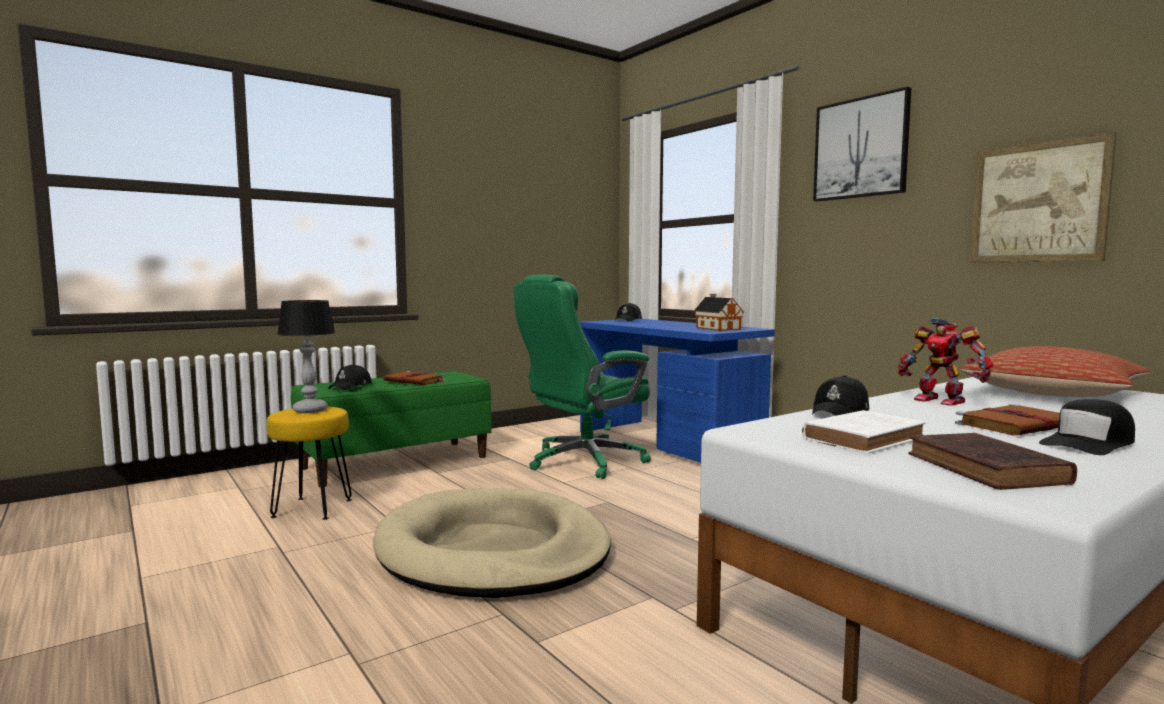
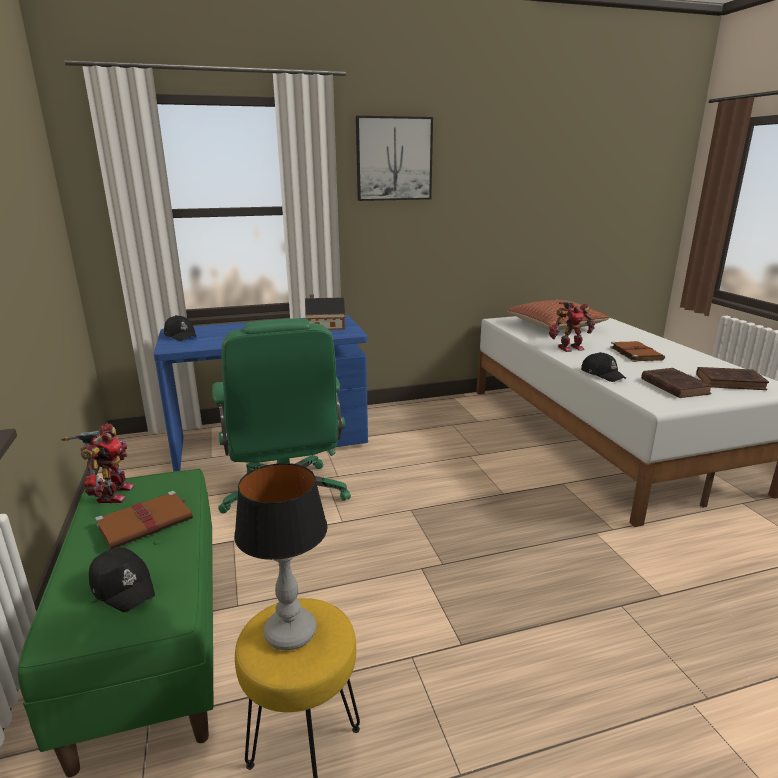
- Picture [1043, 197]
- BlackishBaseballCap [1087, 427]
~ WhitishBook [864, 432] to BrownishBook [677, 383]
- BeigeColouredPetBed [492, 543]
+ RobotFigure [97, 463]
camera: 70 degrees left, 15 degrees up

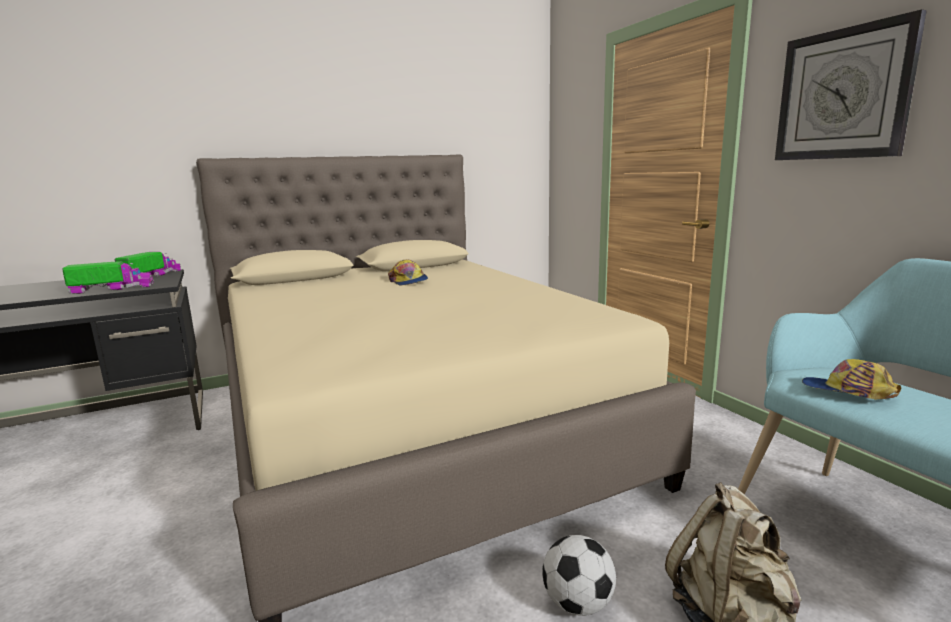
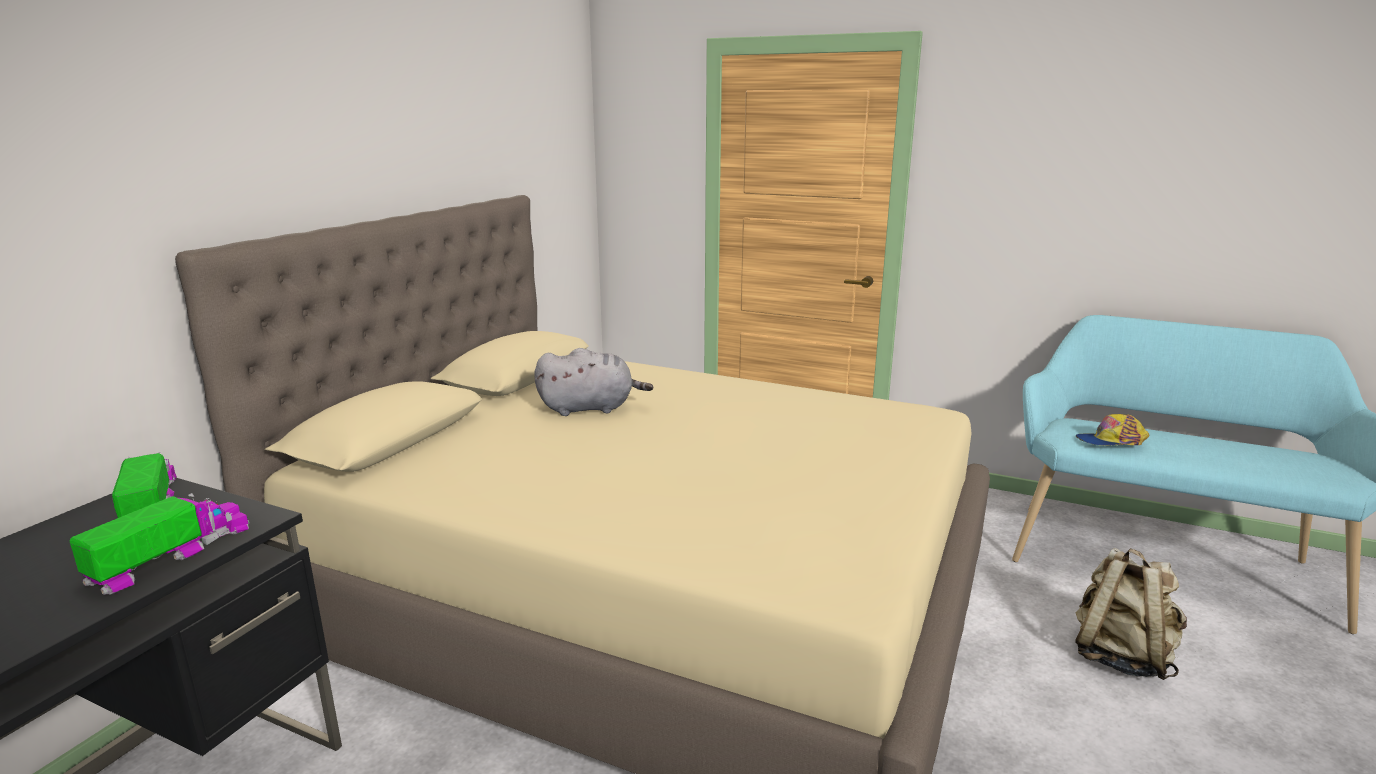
- ClockOnTheWall [851, 84]
~ BaseballCap [408, 273] to GreyishSoftToy [593, 382]
- Football [579, 575]
camera: 40 degrees left, 5 degrees up

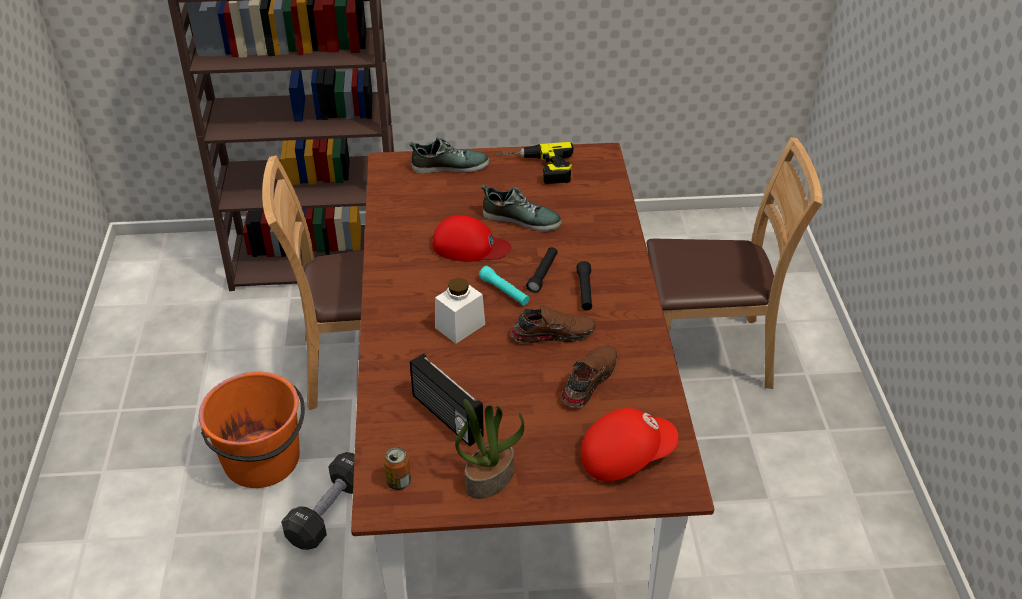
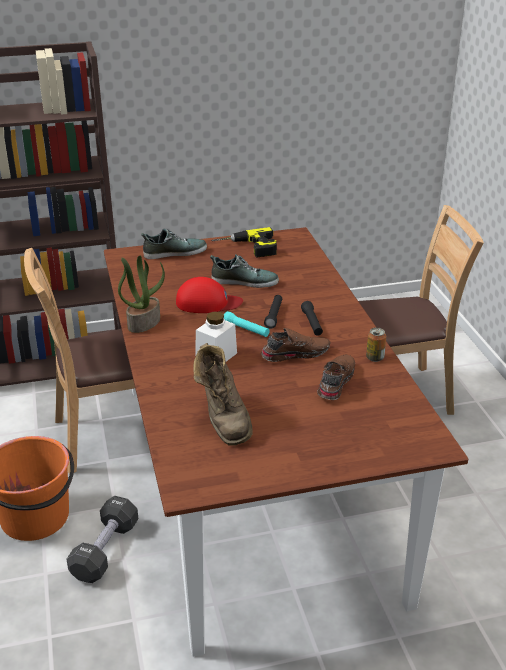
~ RadioReceiver [447, 399] to BrownishTallBoot [223, 394]
~ Houseplant [489, 449] to [141, 294]
- RedColouredBaseballCap [629, 444]
~ Can [397, 468] to [376, 345]
camera: 10 degrees left, 10 degrees down

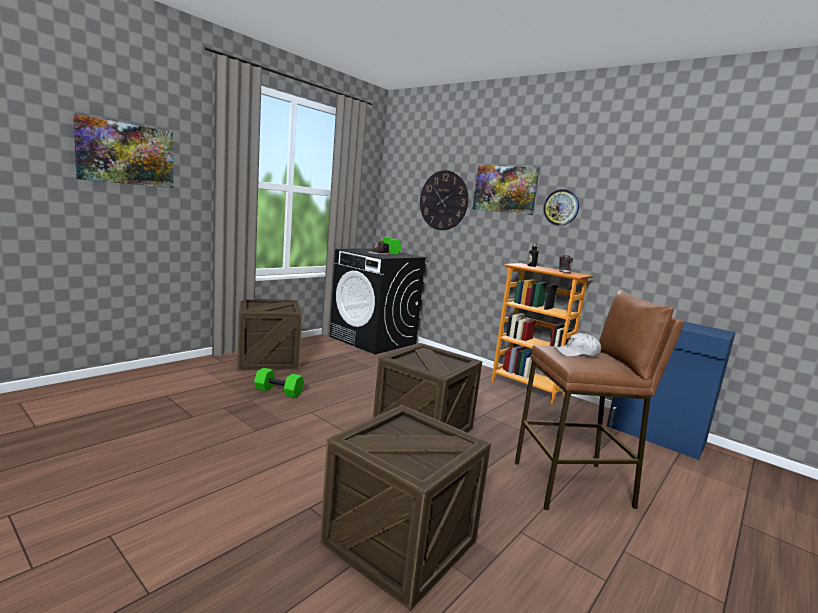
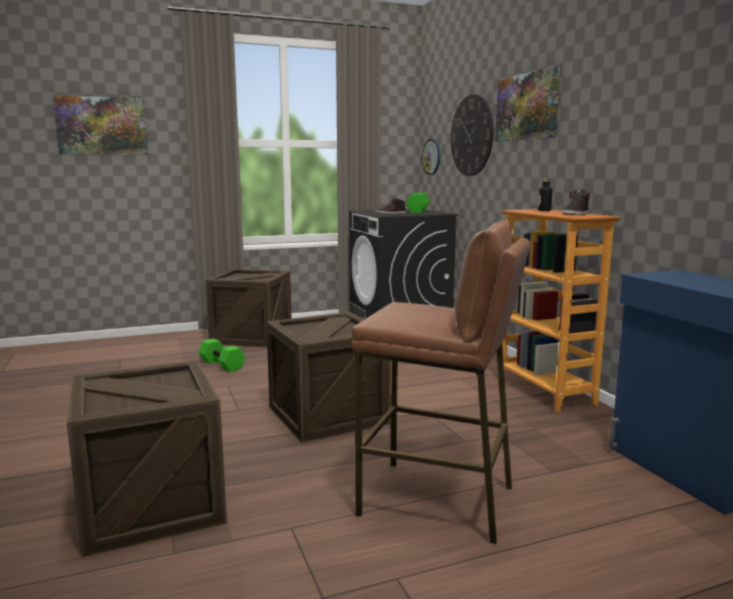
~ ClockOnTheWall [561, 207] to [431, 157]
- WhitishBaseballCap [577, 345]
camera: 30 degrees right, 0 degrees up

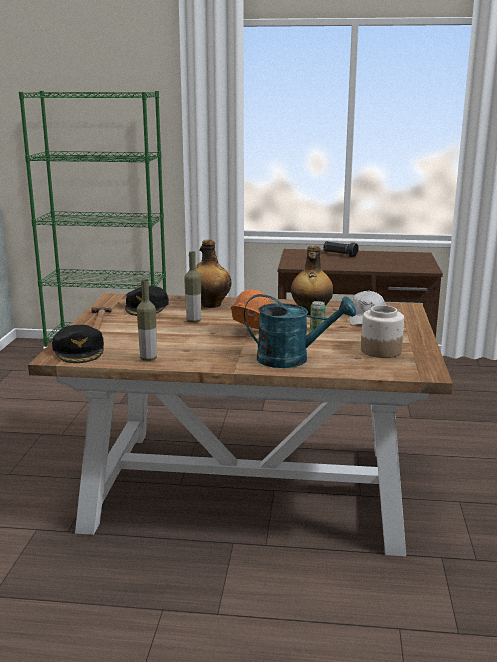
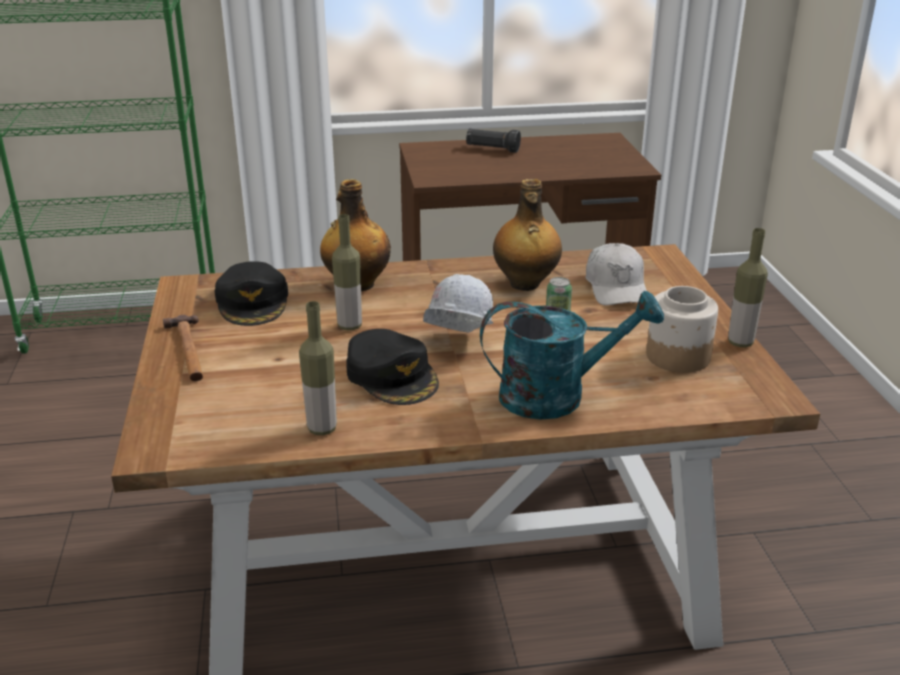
~ OrangeColouredSafetyHelmet [251, 309] to WhitishSafetyHelmet [458, 303]
~ BlackishBaseballCap [78, 344] to [392, 367]
+ Bottle [748, 287]
camera: 15 degrees left, 10 degrees up

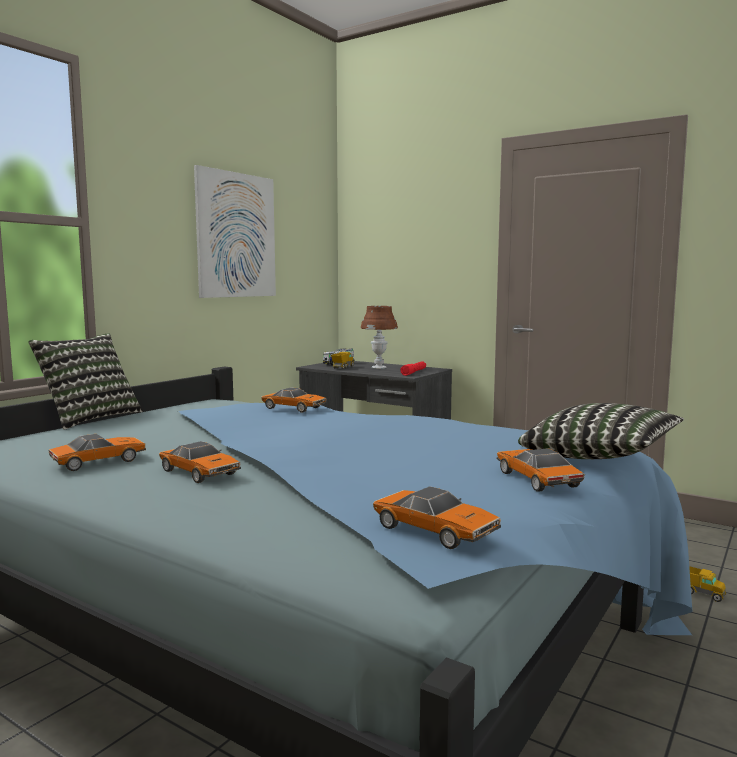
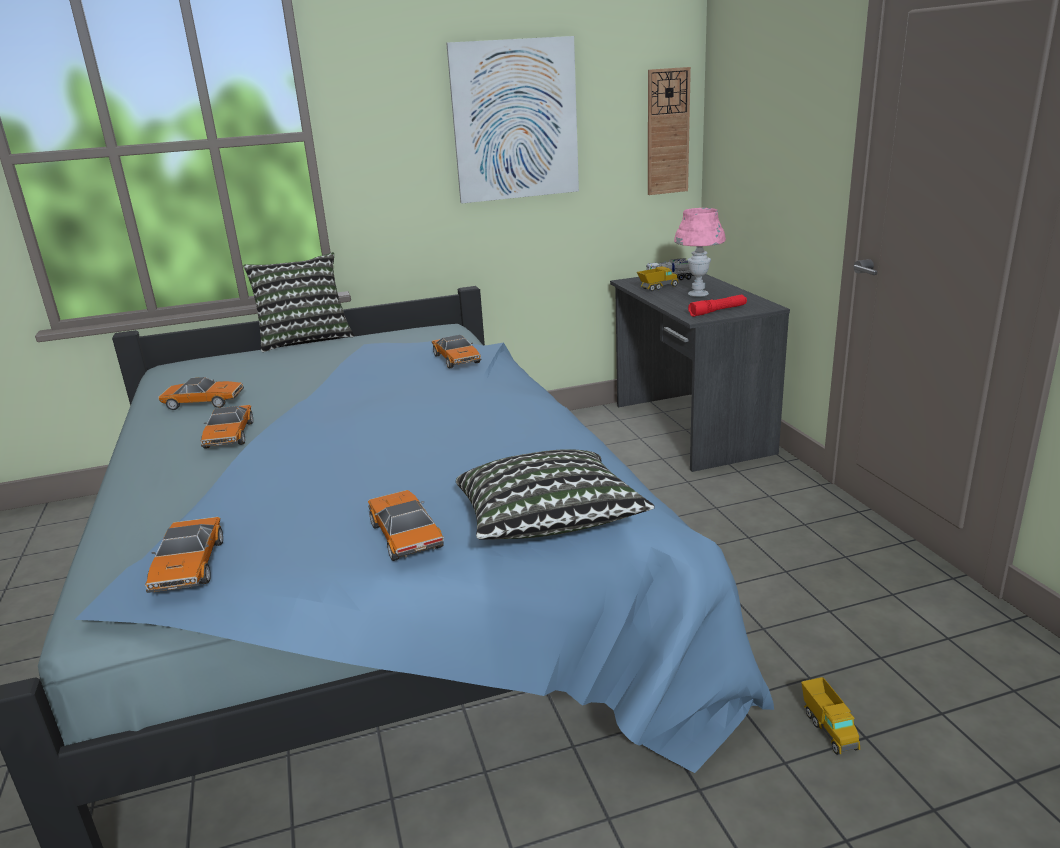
~ BrownishTableLamp [379, 337] to PinkColouredTableLamp [700, 252]
~ MiniatureCar [541, 470] = [406, 525] 45 degrees counterclockwise
+ ClockOnTheWall [669, 131]
camera: 40 degrees right, 15 degrees up

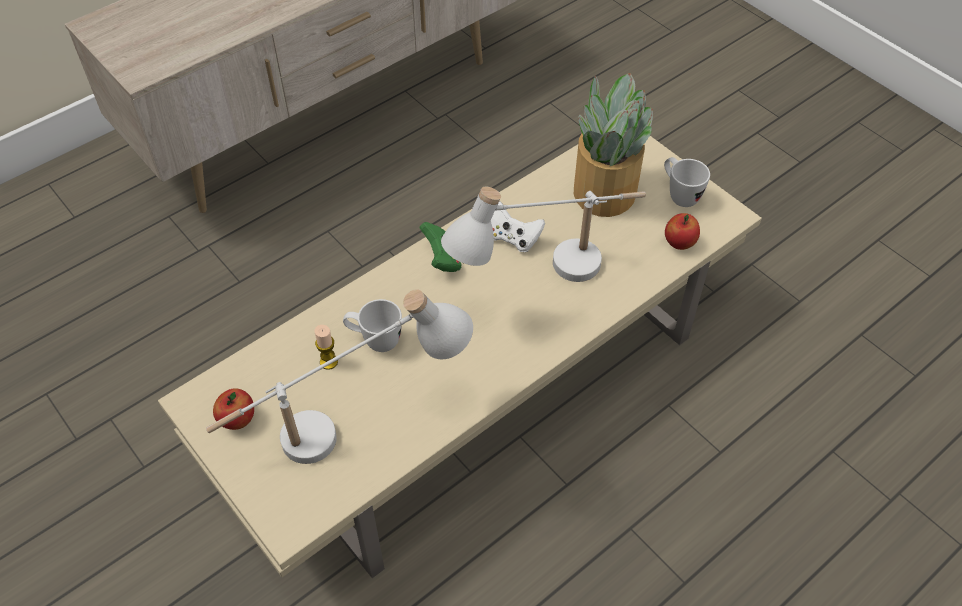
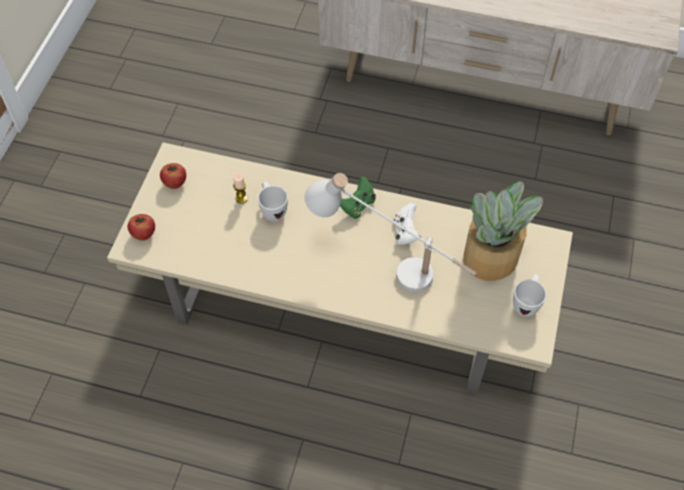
~ AppleFruit [682, 231] to [141, 227]
- WhitishTableLamp [339, 376]
camera: 55 degrees right, 5 degrees up

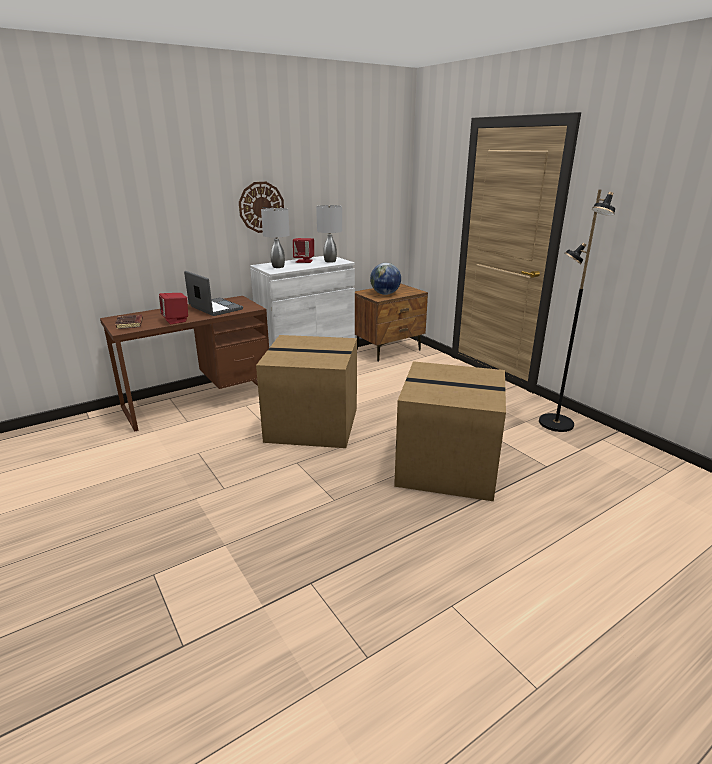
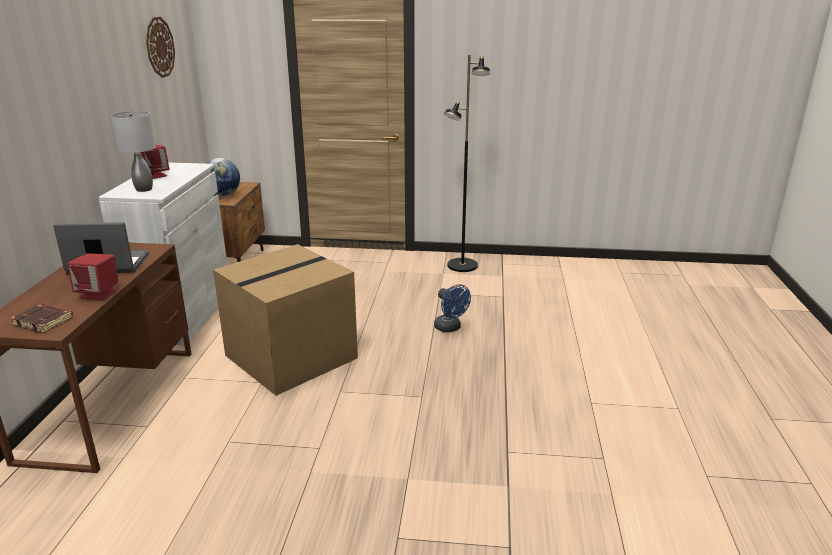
~ ClockOnTheWall [261, 207] to [160, 47]
- GreyishTableLamp [329, 234]
~ PackingBox [450, 431] to BluishElectricFan [452, 308]
camera: 50 degrees left, 0 degrees up

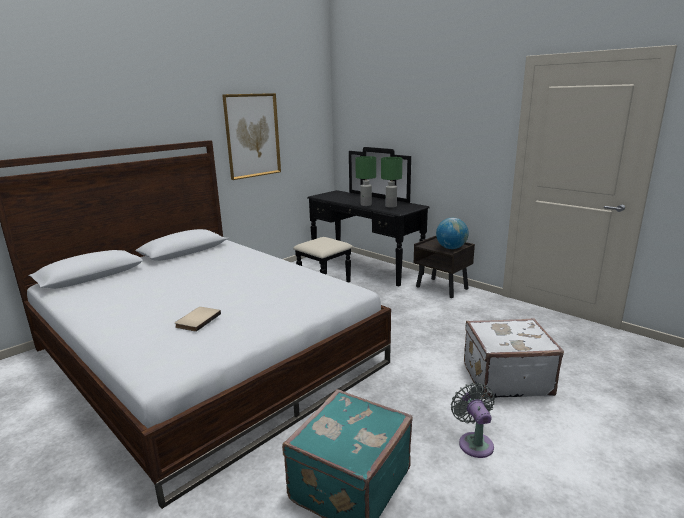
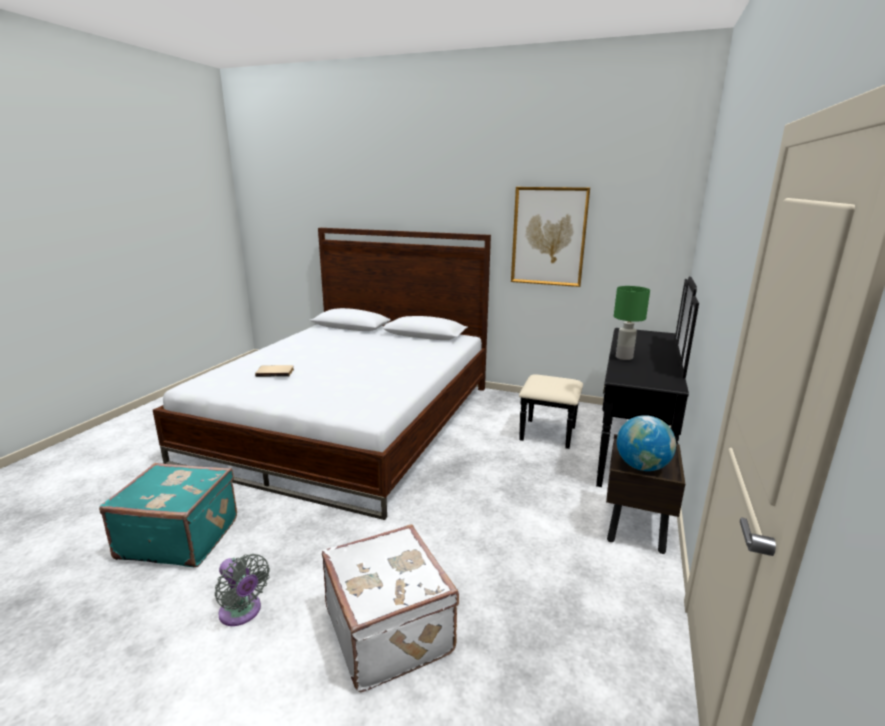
- GreenColouredTableLamp [391, 182]
~ GreyishElectricFan [473, 420] = [242, 590] 75 degrees clockwise
camera: 65 degrees right, 0 degrees up

